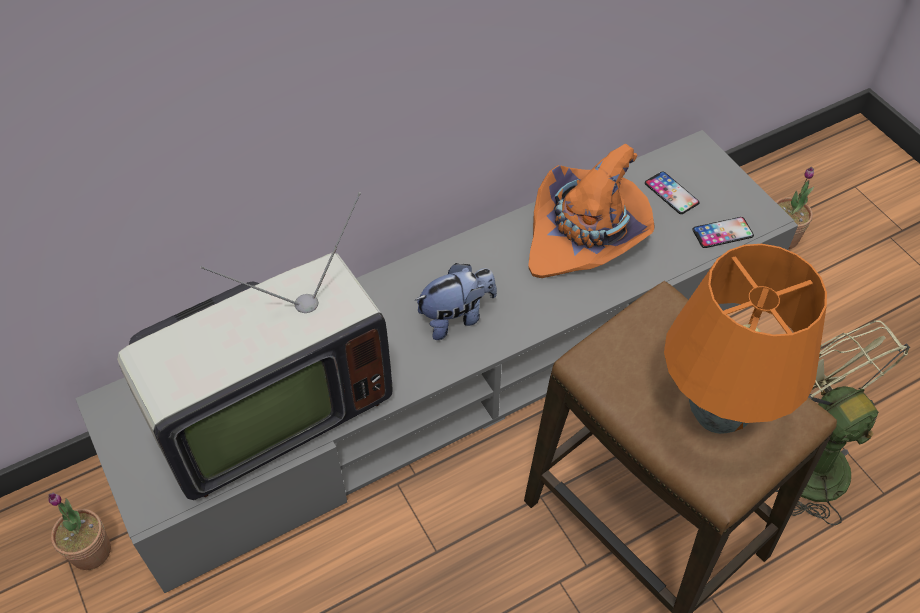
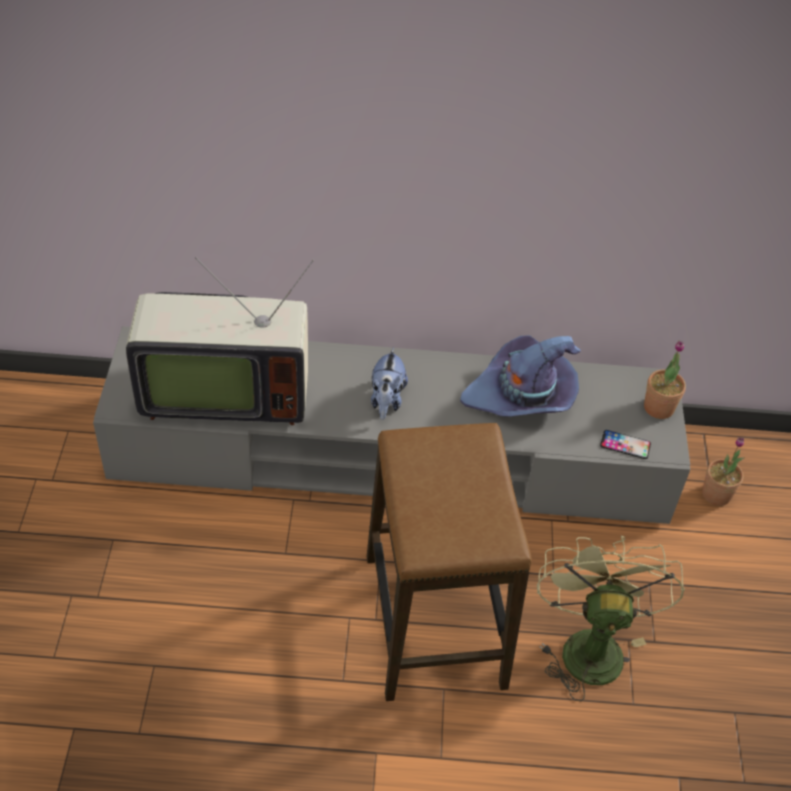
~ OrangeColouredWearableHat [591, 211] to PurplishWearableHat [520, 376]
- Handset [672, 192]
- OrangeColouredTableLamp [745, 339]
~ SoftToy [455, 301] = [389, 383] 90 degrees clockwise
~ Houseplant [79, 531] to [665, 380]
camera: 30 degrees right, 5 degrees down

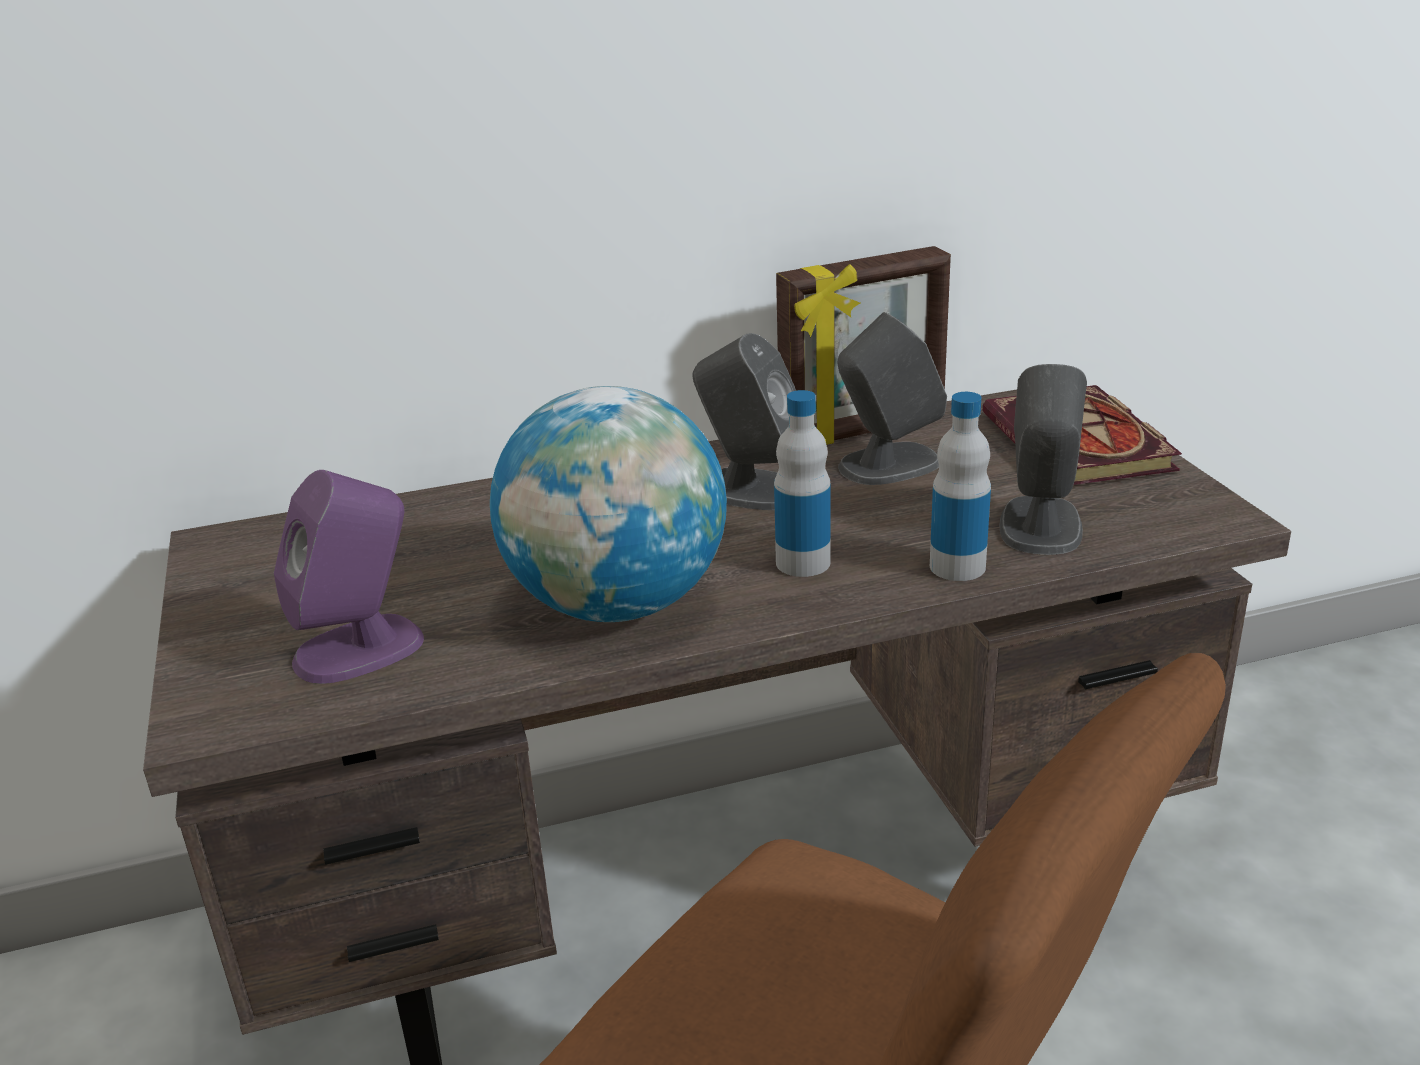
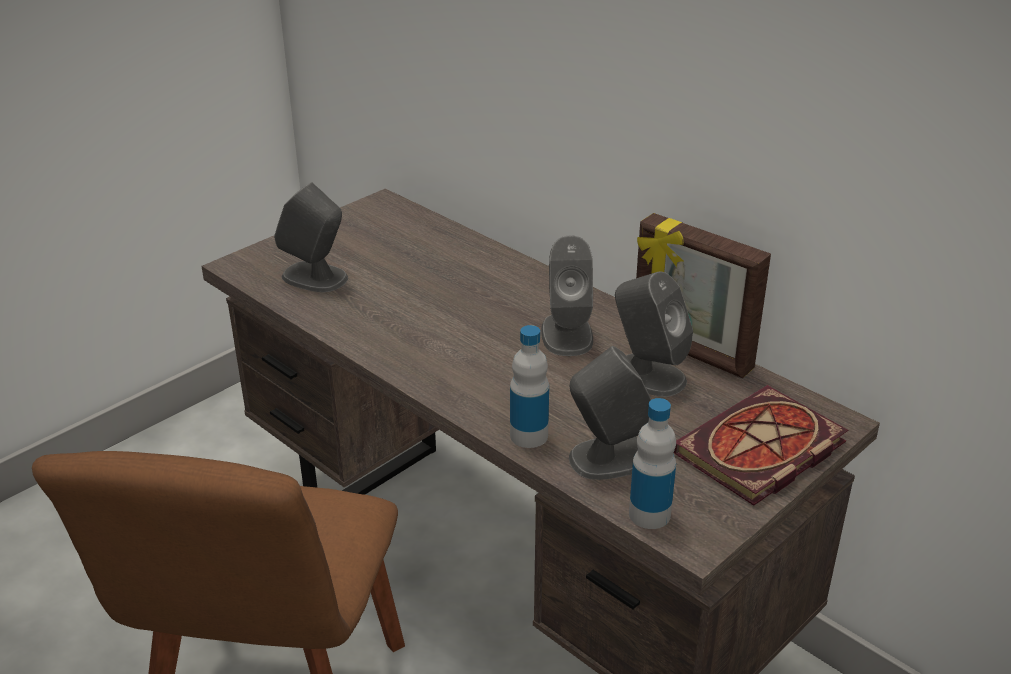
- DeskGlobe [608, 504]
~ Bottle [802, 483] to [652, 463]
~ PurplishSpeaker [349, 577] to GreyishSpeaker [311, 237]
camera: 60 degrees right, 5 degrees up

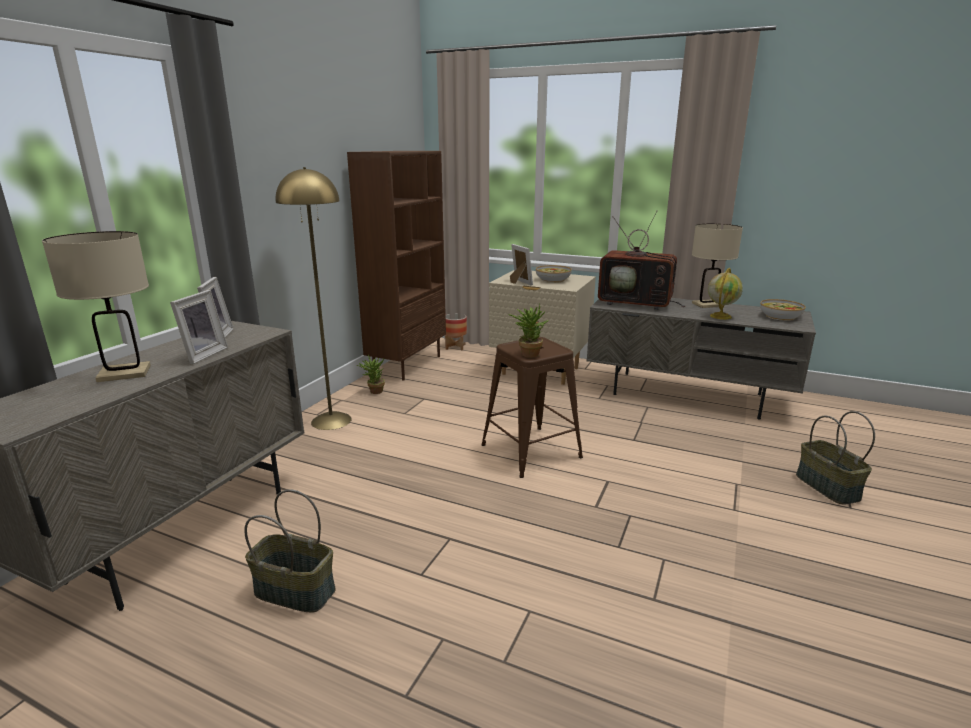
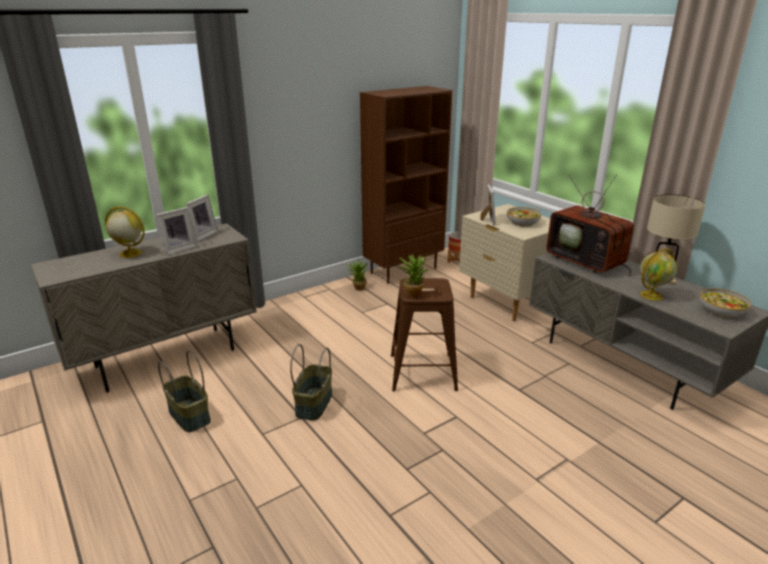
- YellowColouredStandingLamp [314, 298]
~ BeigeColouredTableLamp [96, 306] to DeskGlobe [125, 232]
~ HouseholdBasket [835, 457] to [311, 382]
camera: 30 degrees right, 5 degrees up

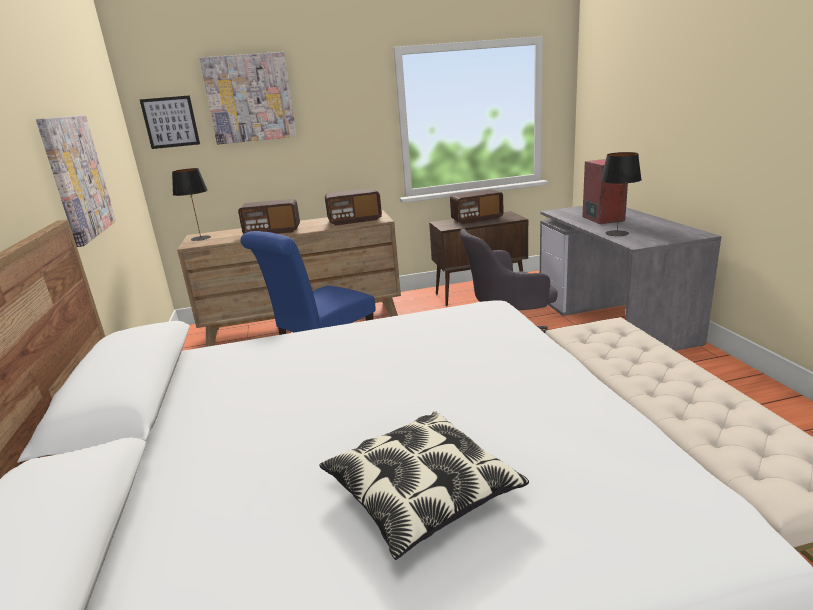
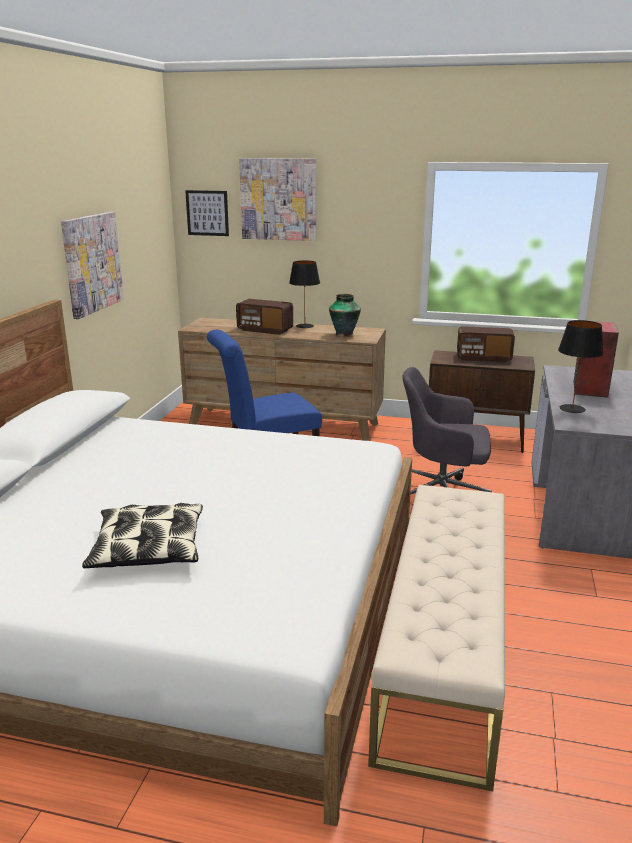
~ BlackishTableLamp [191, 204] to [304, 294]
~ RadioReceiver [353, 207] to FlowerVase [345, 315]
camera: 25 degrees right, 0 degrees up

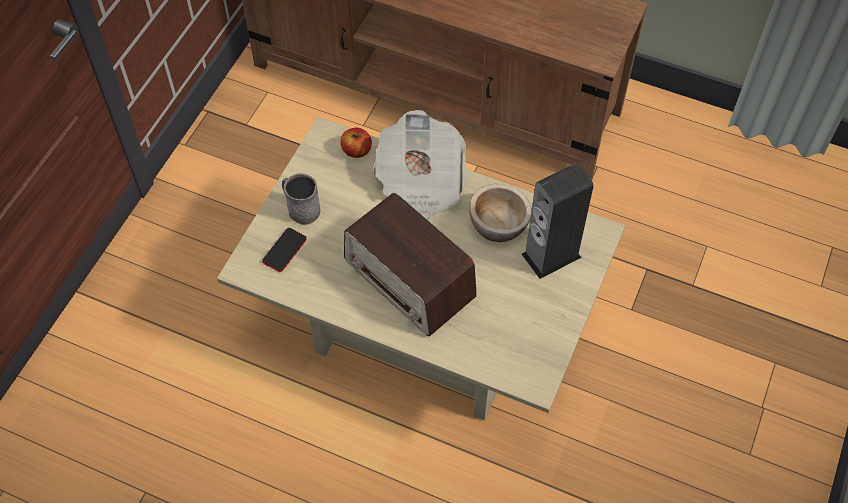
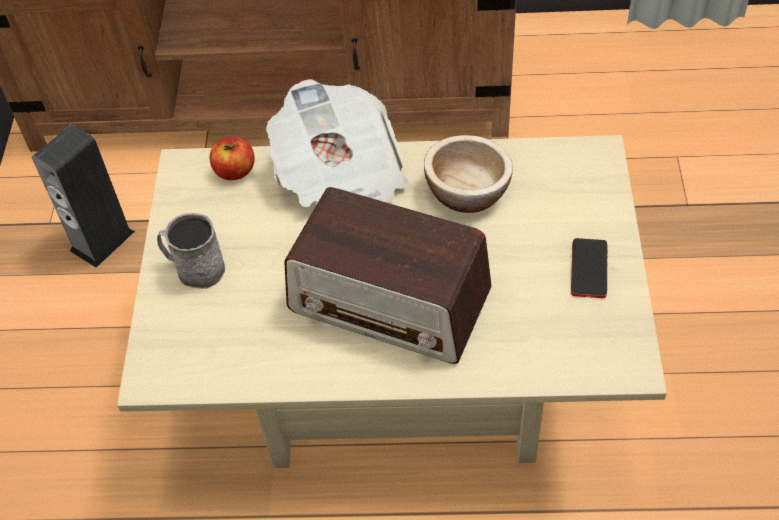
~ Speaker [558, 221] to [83, 196]
~ Handset [284, 250] to [589, 268]
camera: 20 degrees left, 5 degrees down

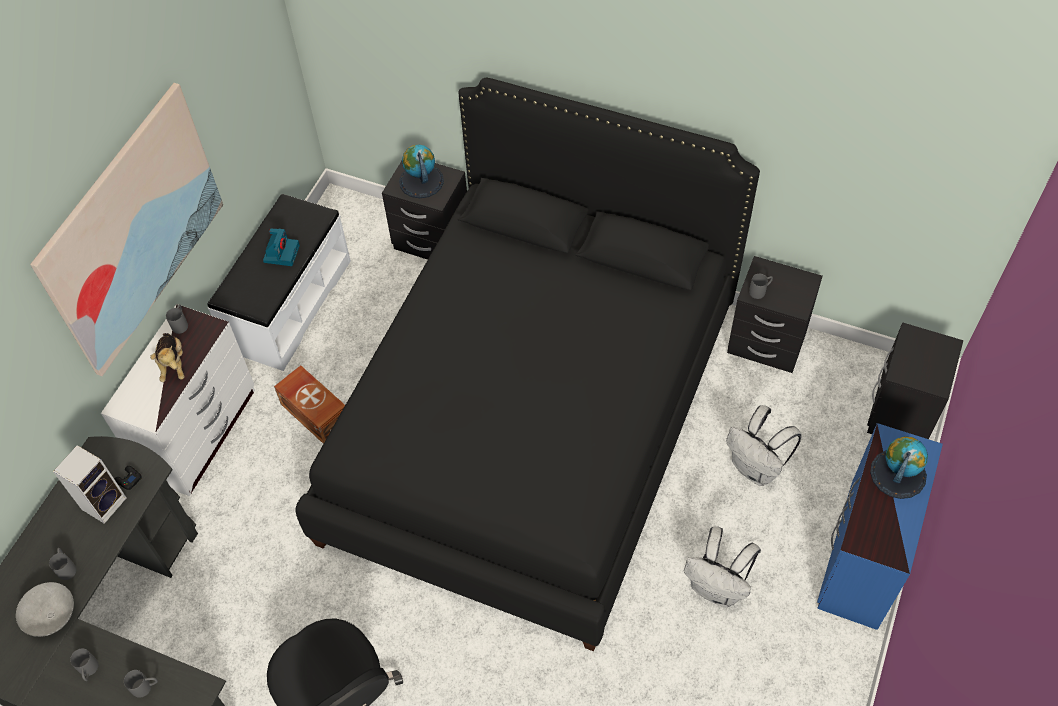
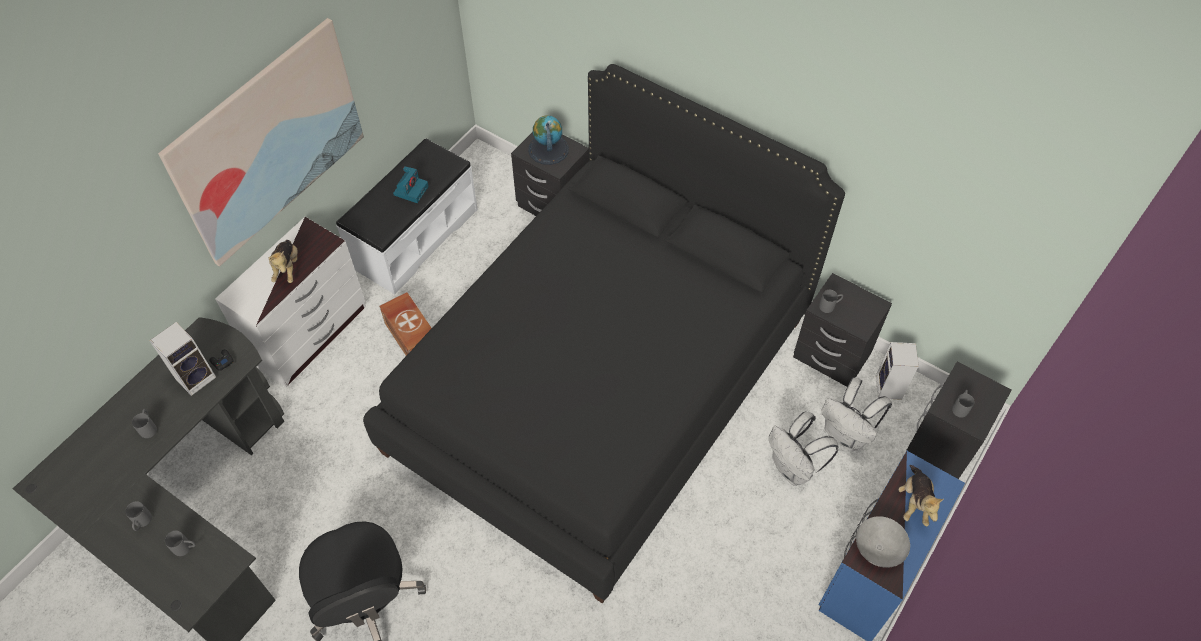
~ GreyishMug [177, 319] to [963, 404]
~ DeskGlobe [899, 467] to SoftToy [920, 496]
~ WhitishRucksack [722, 566] to [856, 414]
~ GreyishBowl [45, 609] to [883, 542]
+ Speaker [897, 371]
camera: 10 degrees right, 0 degrees up

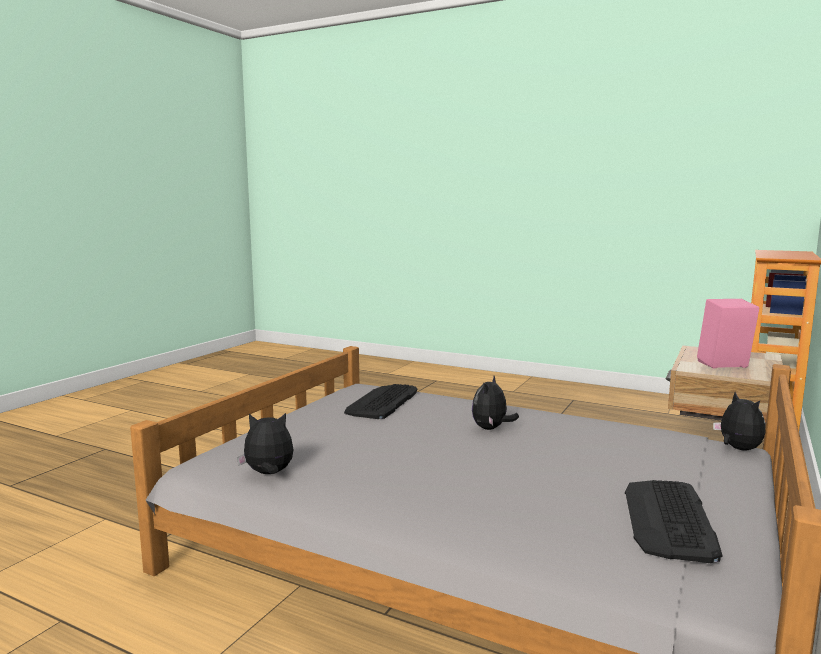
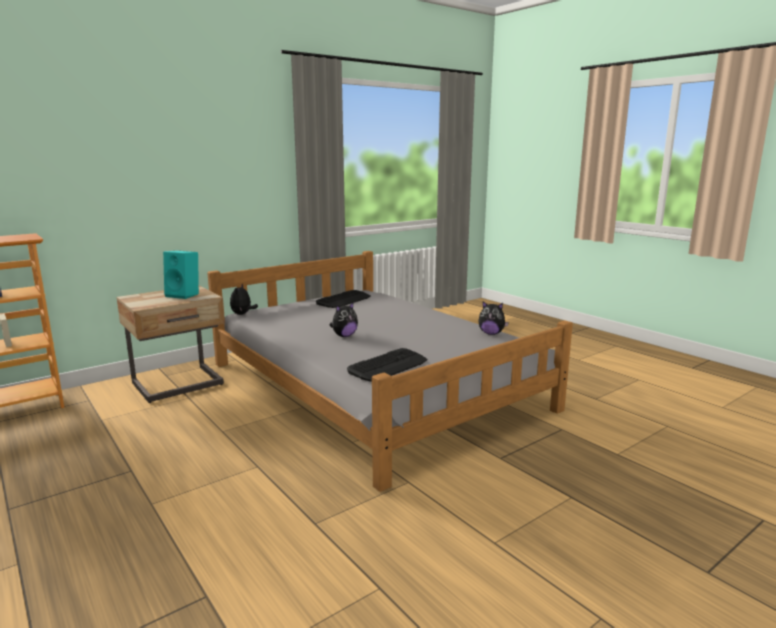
~ PinkColouredSpeaker [728, 333] to TurquoiseSpeaker [181, 275]
camera: 155 degrees left, 5 degrees up

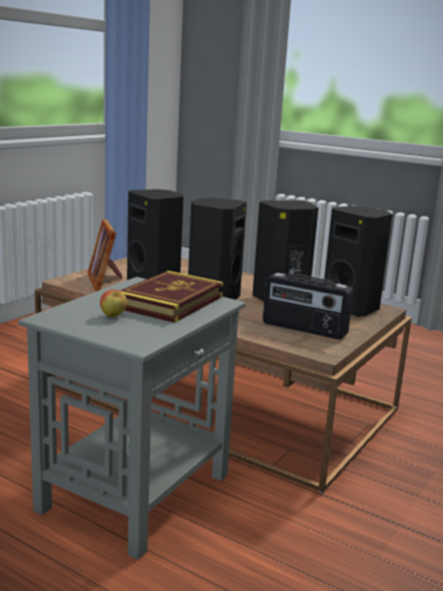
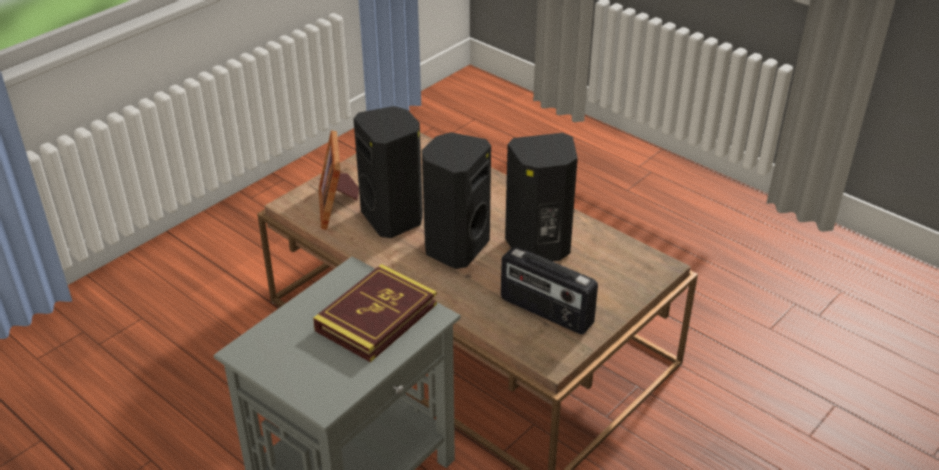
- BlackishSpeaker [358, 261]
- AppleFruit [113, 303]
camera: 10 degrees right, 20 degrees up

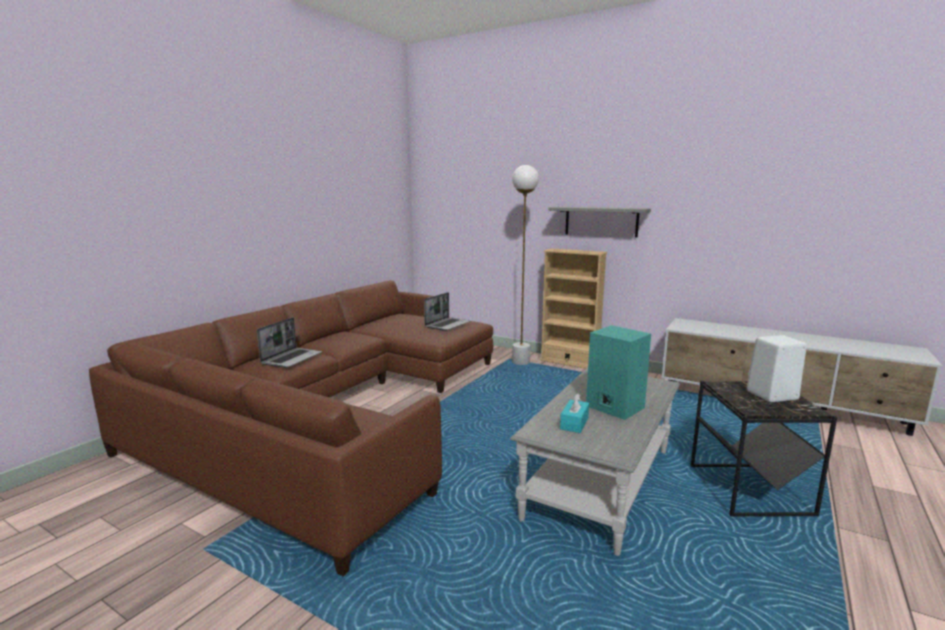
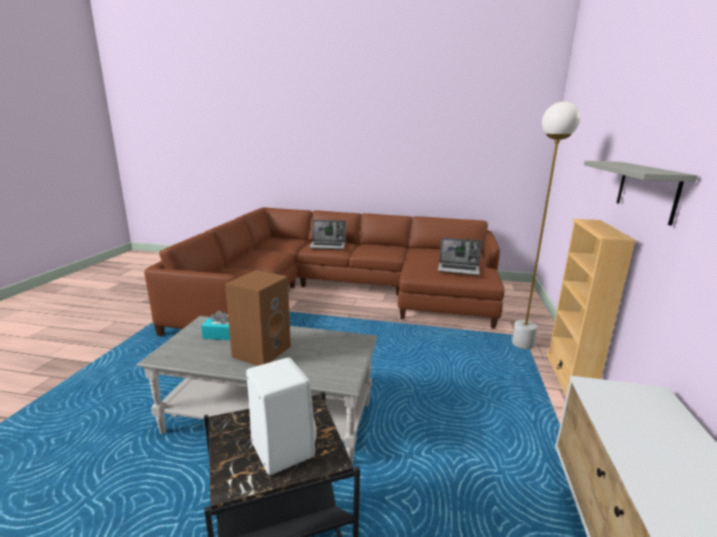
~ TurquoiseSpeaker [618, 372] to BrownishSpeaker [258, 318]
camera: 70 degrees right, 5 degrees up

